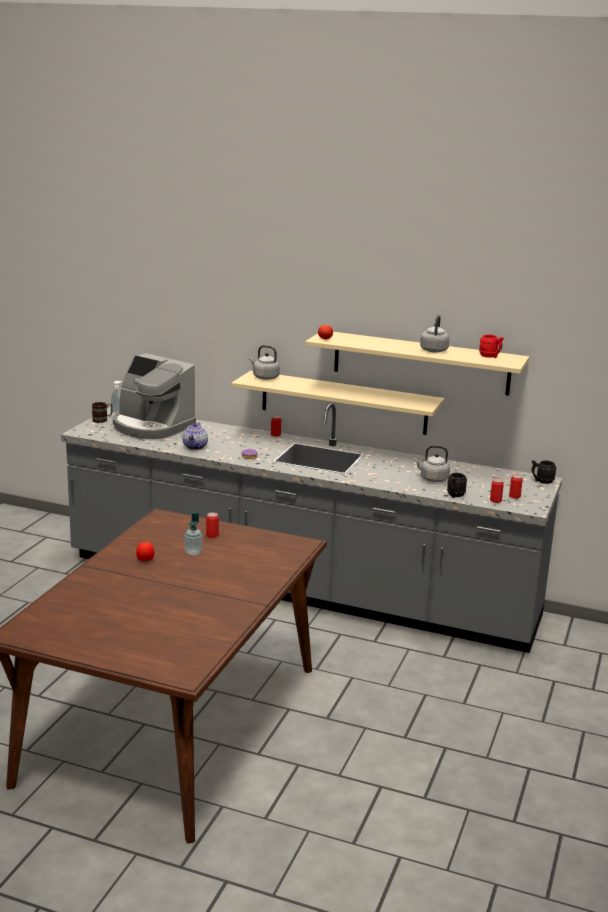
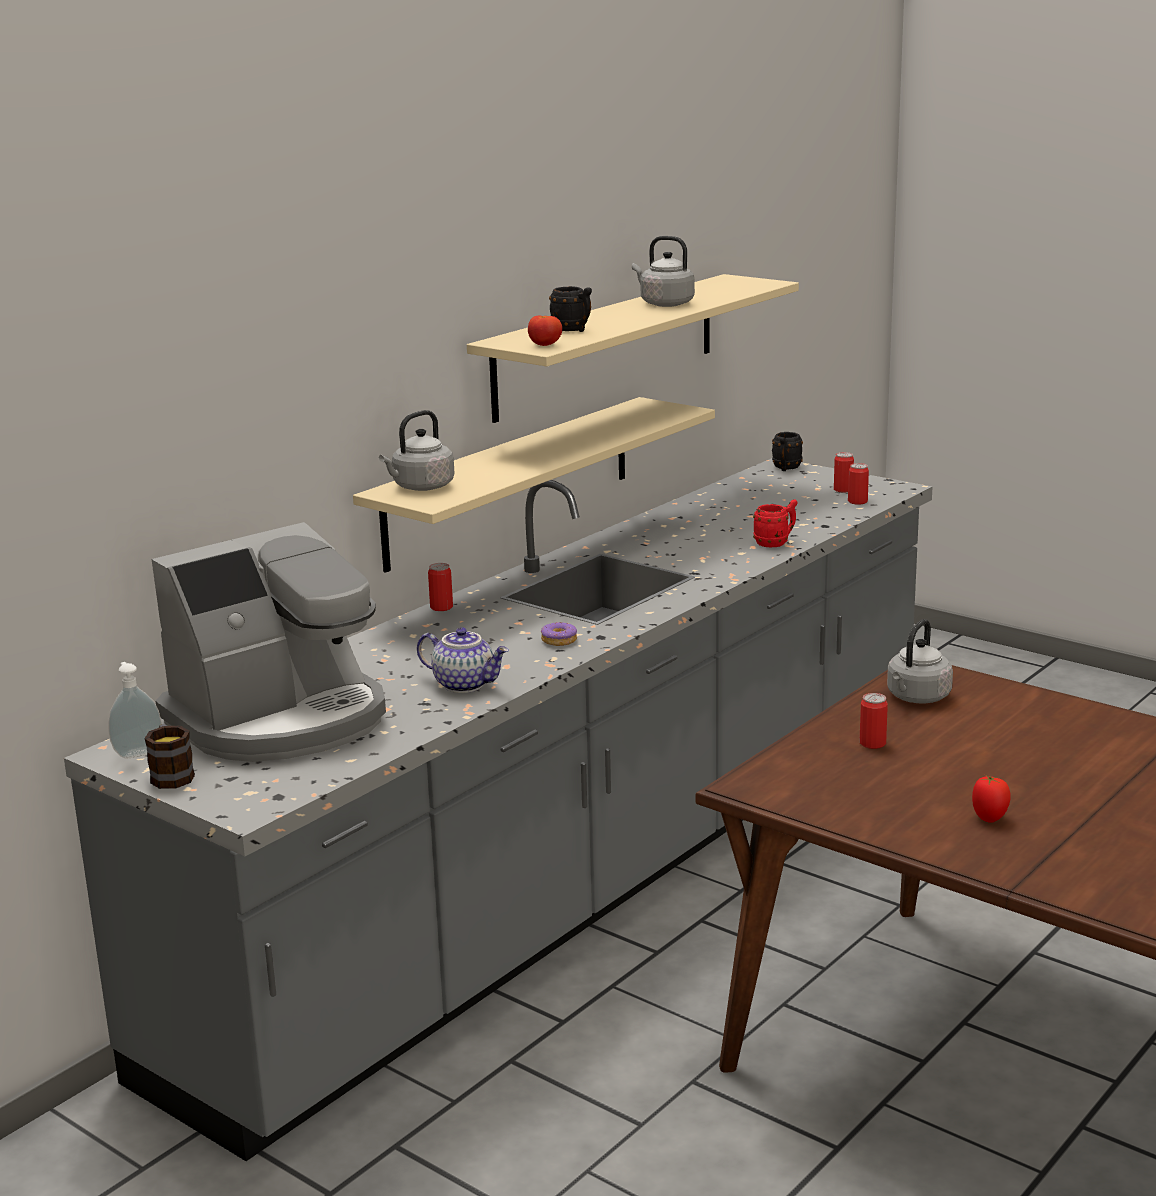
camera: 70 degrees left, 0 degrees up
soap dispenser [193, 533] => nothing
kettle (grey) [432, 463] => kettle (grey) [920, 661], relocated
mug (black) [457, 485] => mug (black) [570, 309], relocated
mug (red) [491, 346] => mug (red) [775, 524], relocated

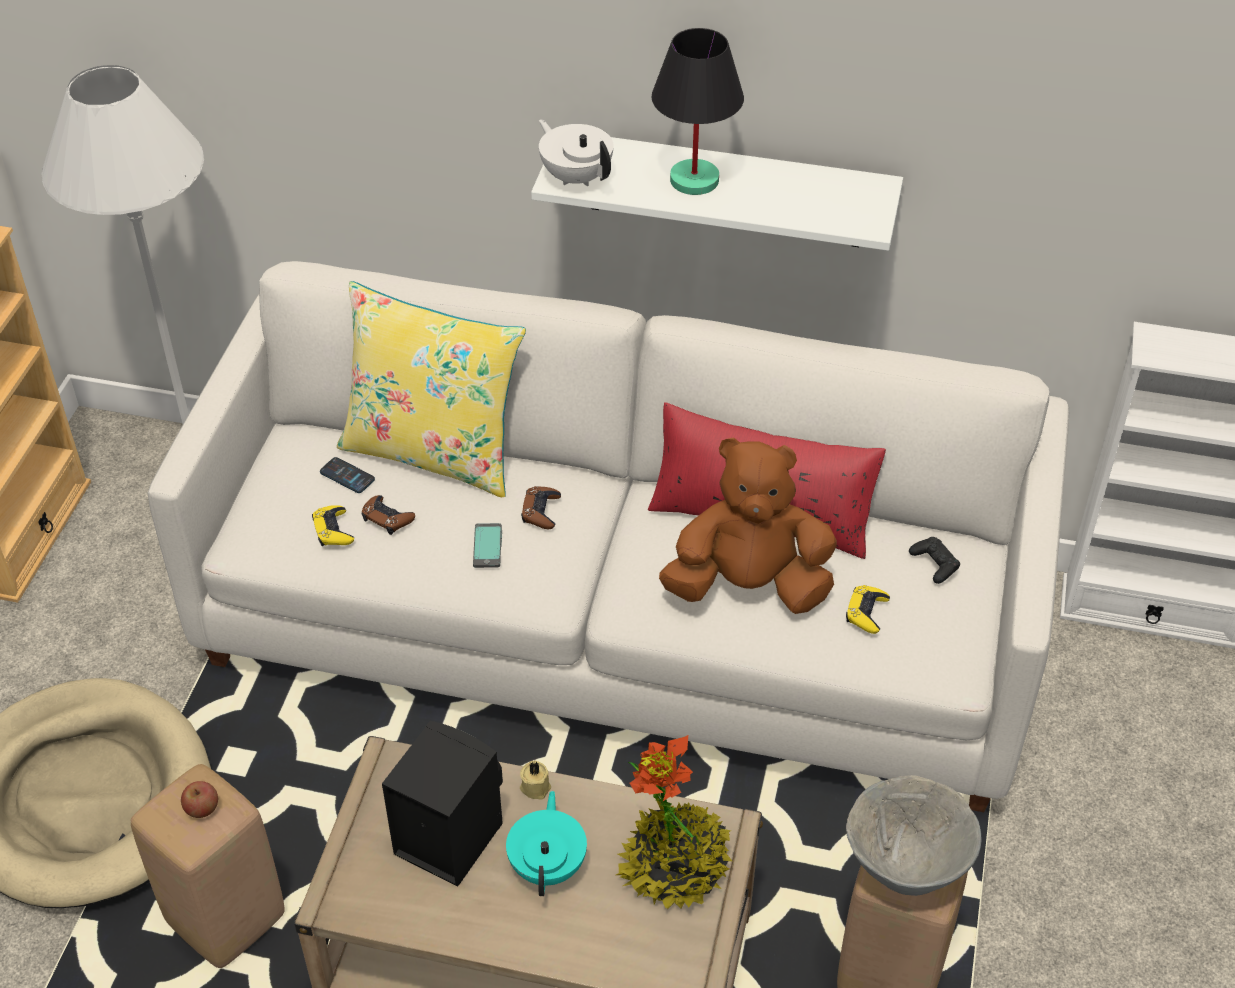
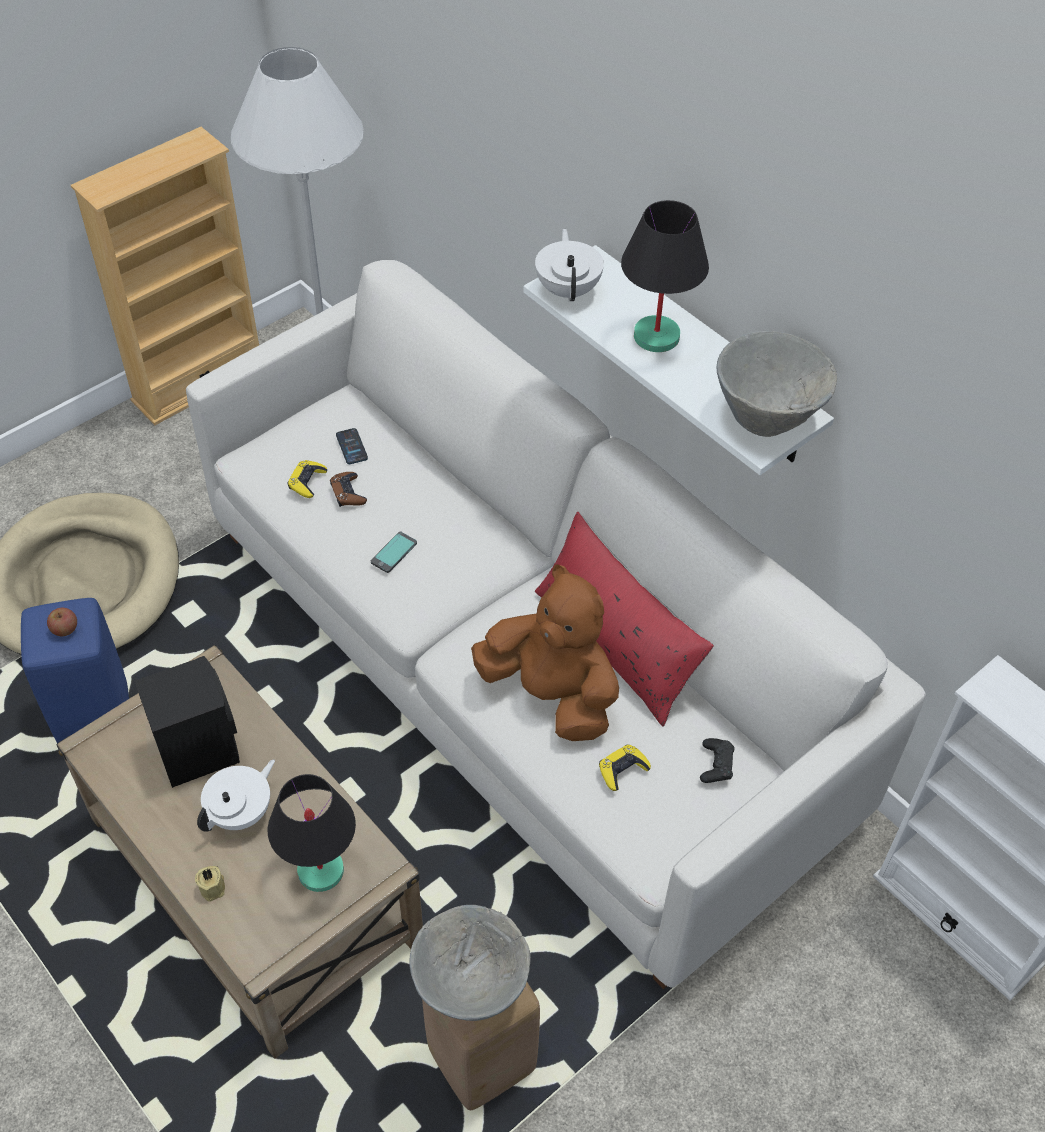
camera: 35 degrees right, 5 degrees up
stool (beige) [208, 866] => stool (blue) [75, 670]
pillow (yellow) [431, 389] => nothing
teapot (turquoise) [546, 843] => teapot (white) [236, 795]
candle (beige) [535, 780] => candle (beige) [210, 883], relocated
game controller (brown) [541, 507] => nothing
potted plant [674, 822] => table lamp (black) [312, 833]
nothing => bowl (grey) [777, 384]

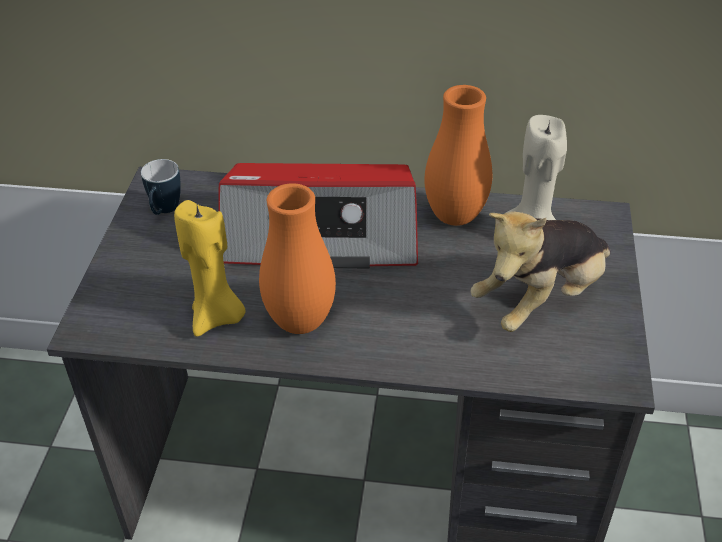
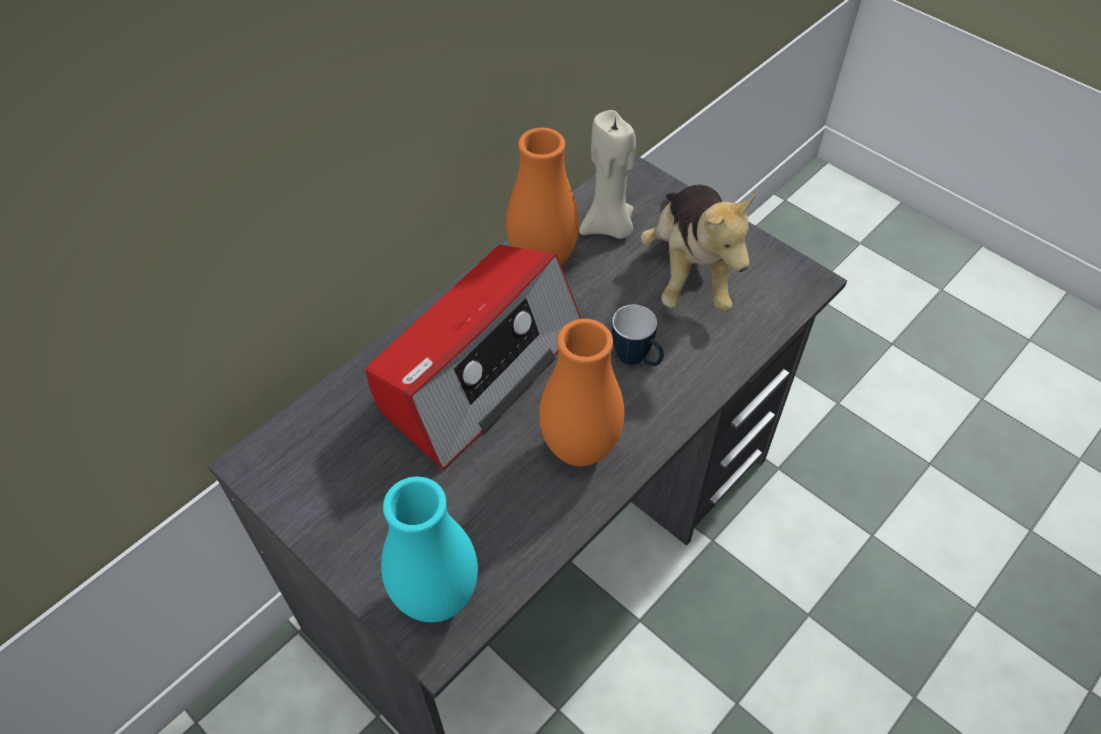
camera: 55 degrees left, 10 degrees up
mug [161, 187] => mug [638, 335], relocated
candle (yellow) [210, 268] => nothing
nothing => vase (turquoise) [429, 549]

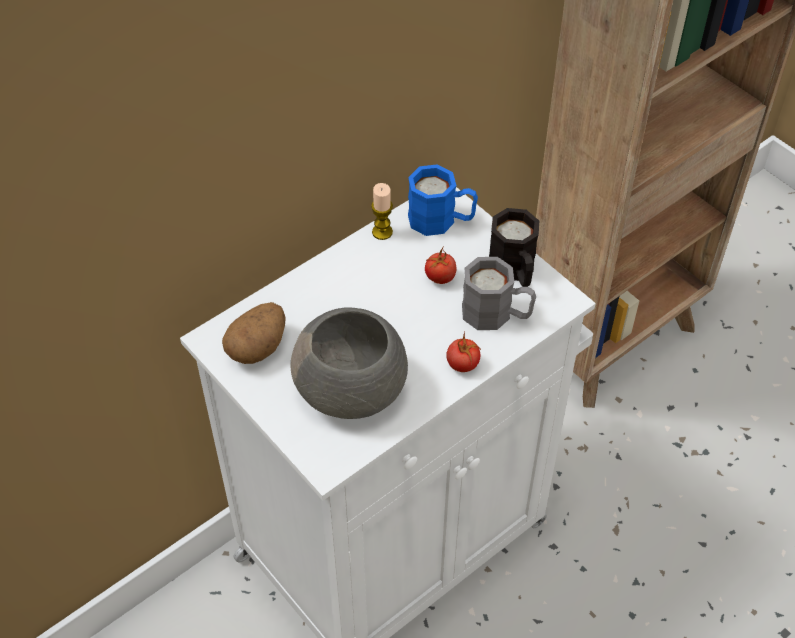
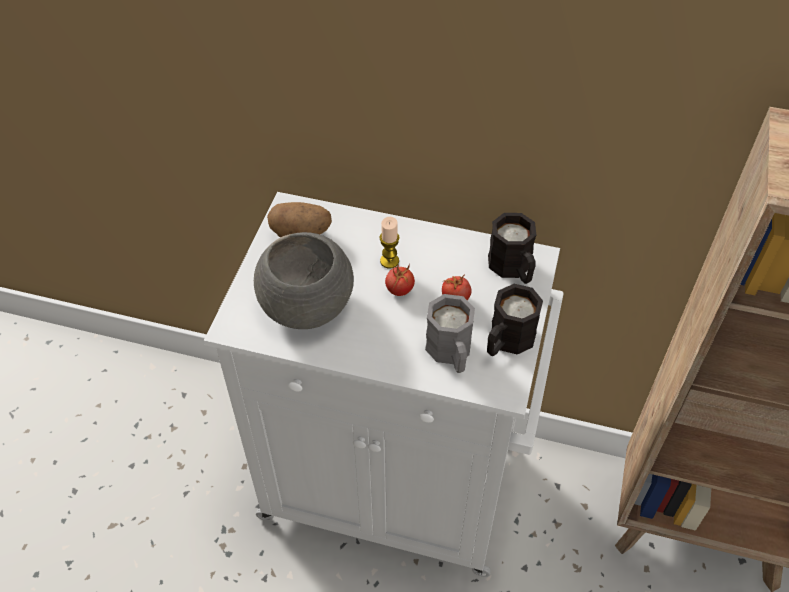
camera: 55 degrees right, 0 degrees up
candle [382, 211] => candle [390, 243], relocated
mug (blue) [443, 200] => mug (black) [512, 248]
tomato [463, 351] => tomato [400, 280], relocated

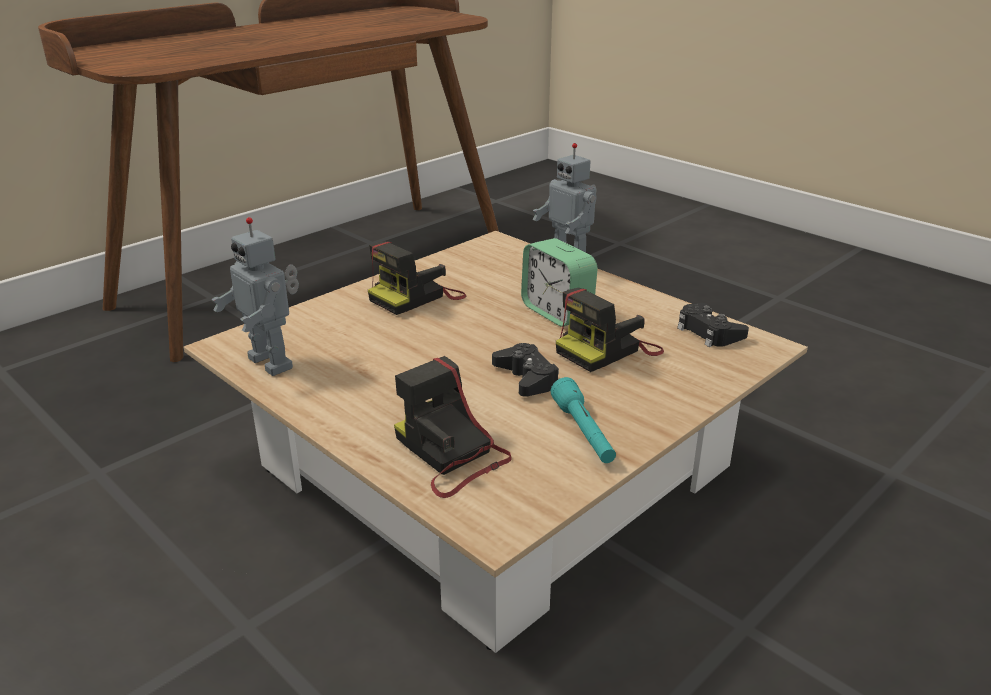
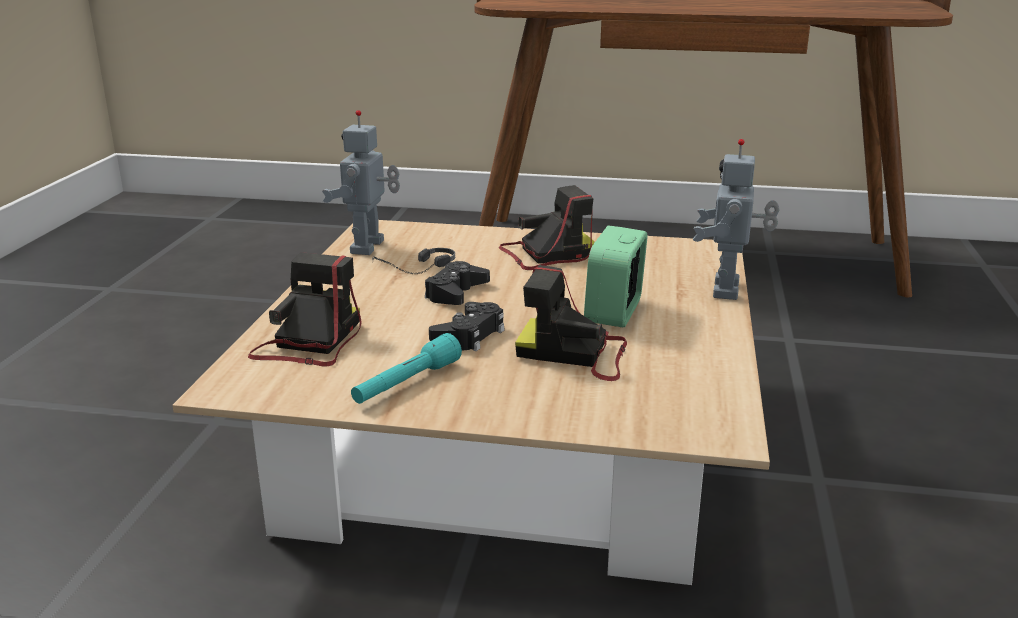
camera: 55 degrees right, 5 degrees down
photo camera [417, 278] => photo camera [547, 227], 150 degrees clockwise
game controller (black) [713, 325] => game controller (black) [457, 283], relocated
nothing => headphones [413, 261]

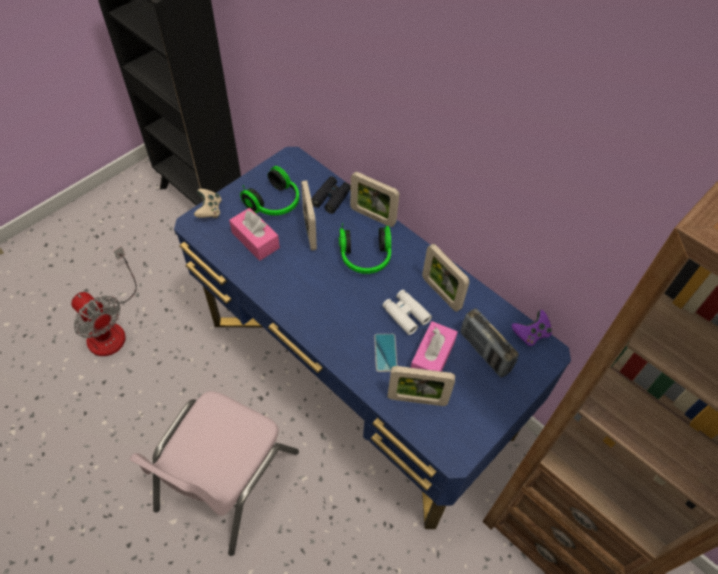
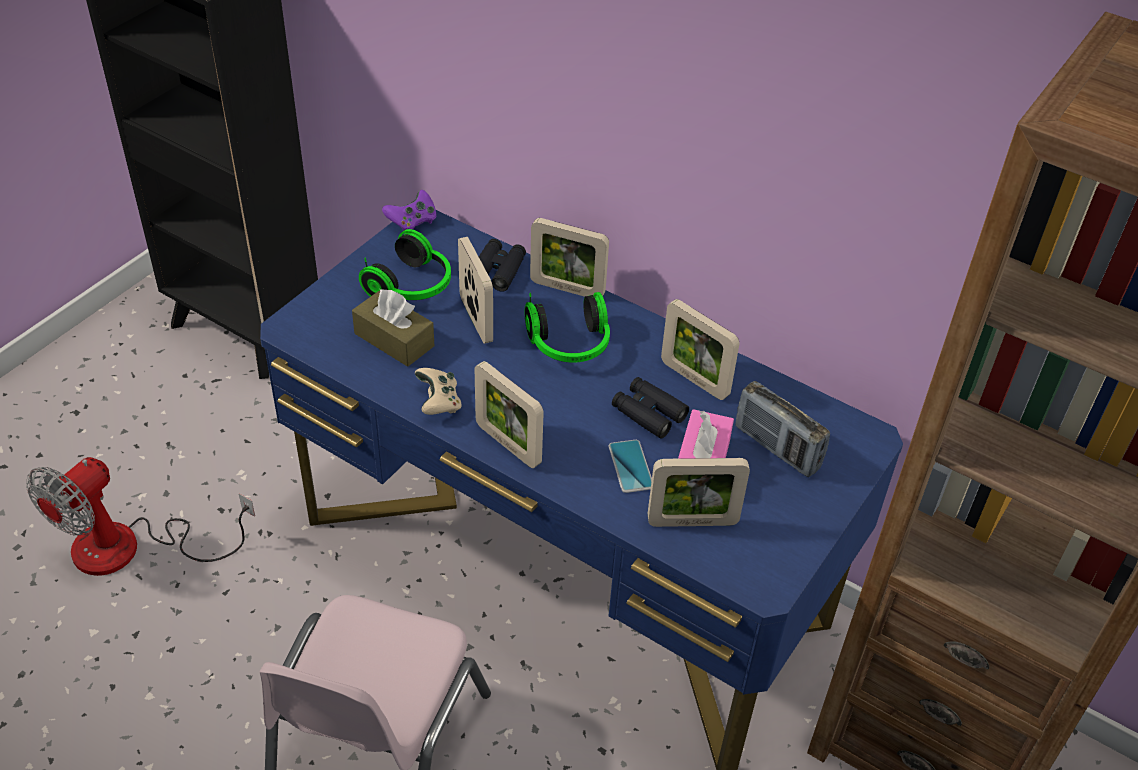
camera: 10 degrees left, 10 degrees down
fan [104, 301] => fan [140, 516], 90 degrees clockwise
game controller (beige) [208, 203] => game controller (beige) [438, 391], relocated
tissue box (pink) [254, 234] => tissue box (brown) [393, 328]
binoculars (white) [407, 312] => binoculars (black) [650, 408]
game controller (purple) [532, 328] => game controller (purple) [409, 210], relocated
nothing => picture frame [509, 414]

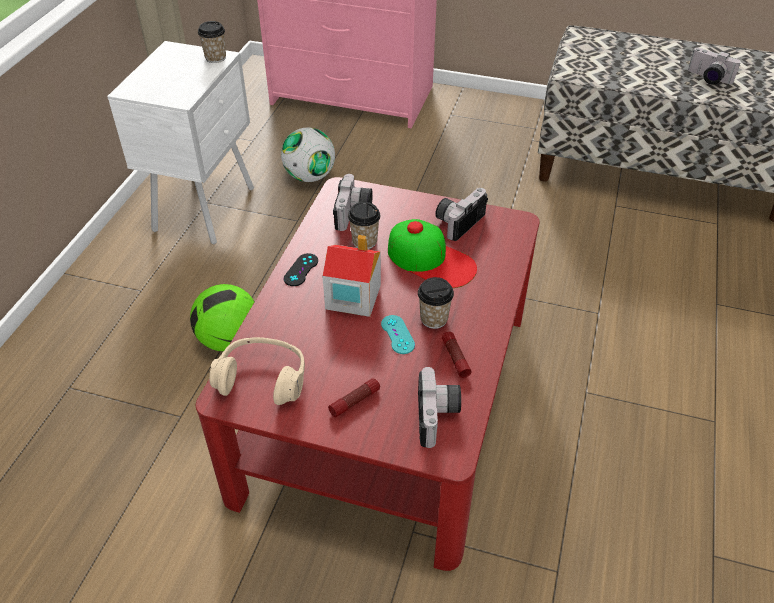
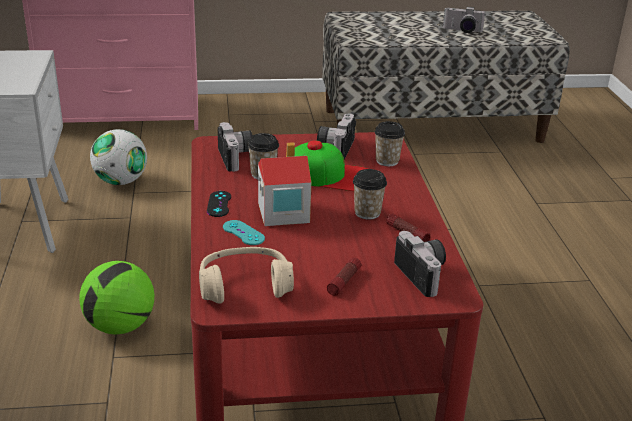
camera: 25 degrees left, 15 degrees down
cup [212, 42] => cup [390, 143], relocated
game controller (turquoise) [398, 334] => game controller (turquoise) [244, 232], relocated

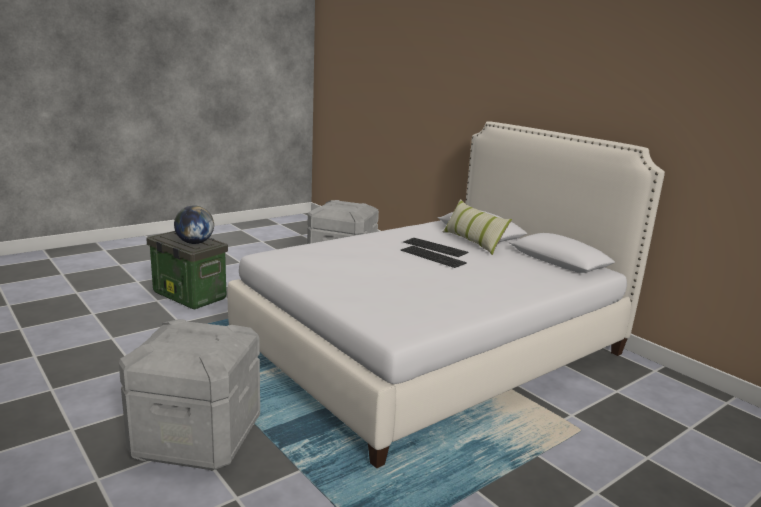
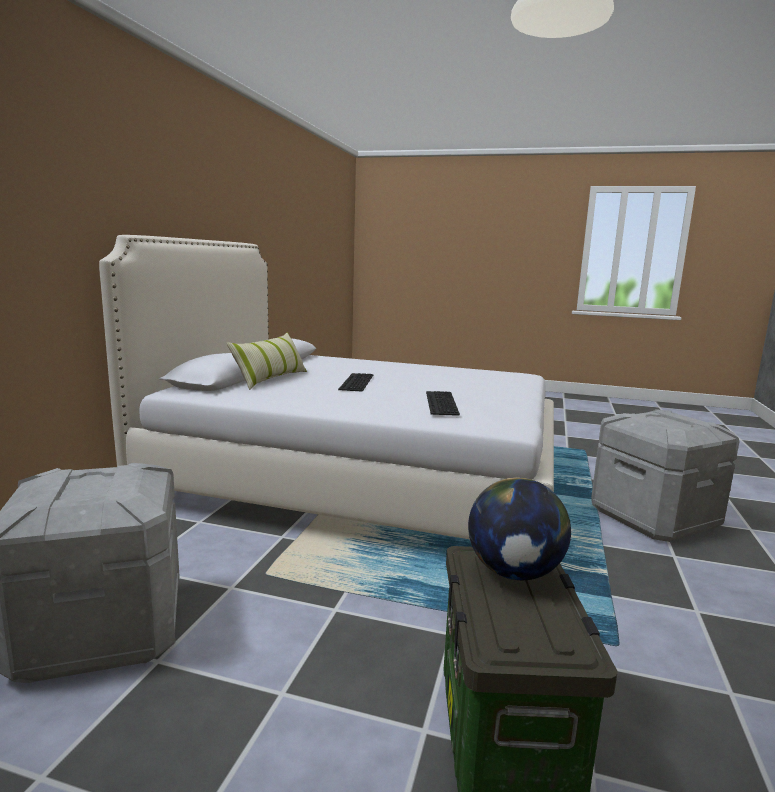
camera: 125 degrees left, 5 degrees down
keyboard [435, 247] => keyboard [443, 403], relocated

